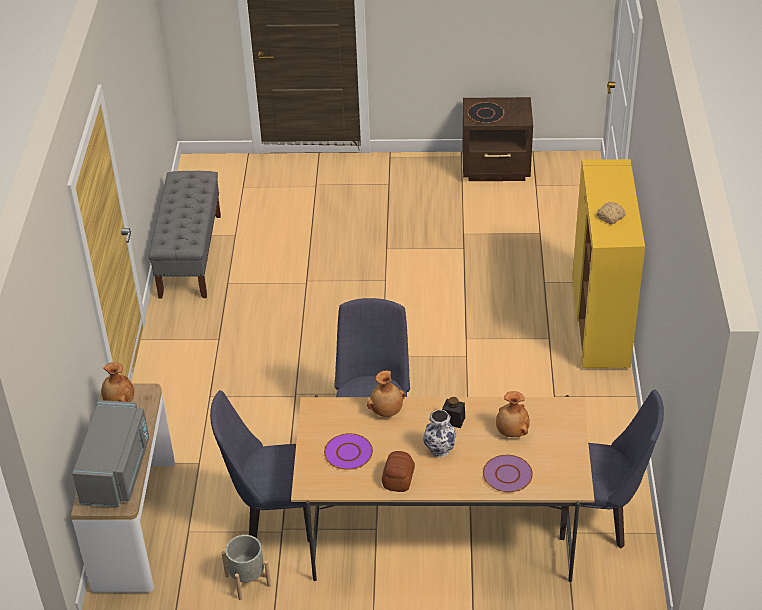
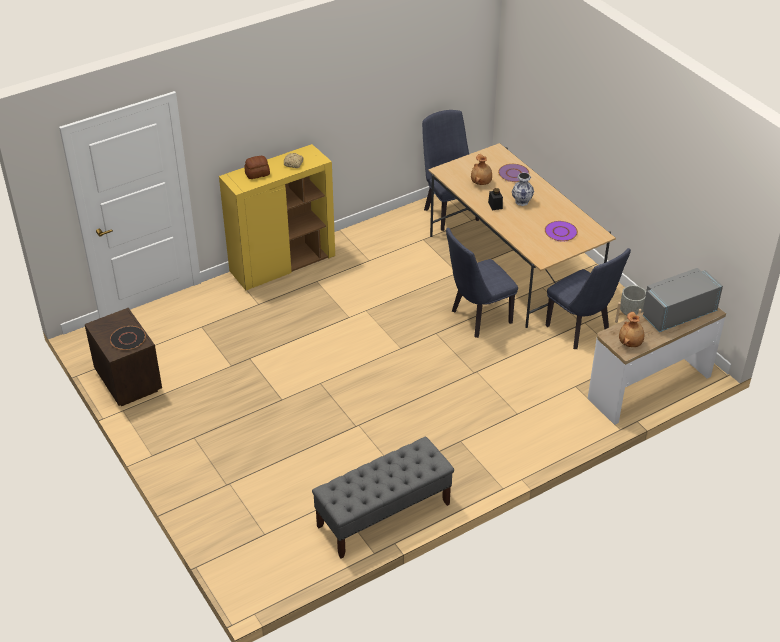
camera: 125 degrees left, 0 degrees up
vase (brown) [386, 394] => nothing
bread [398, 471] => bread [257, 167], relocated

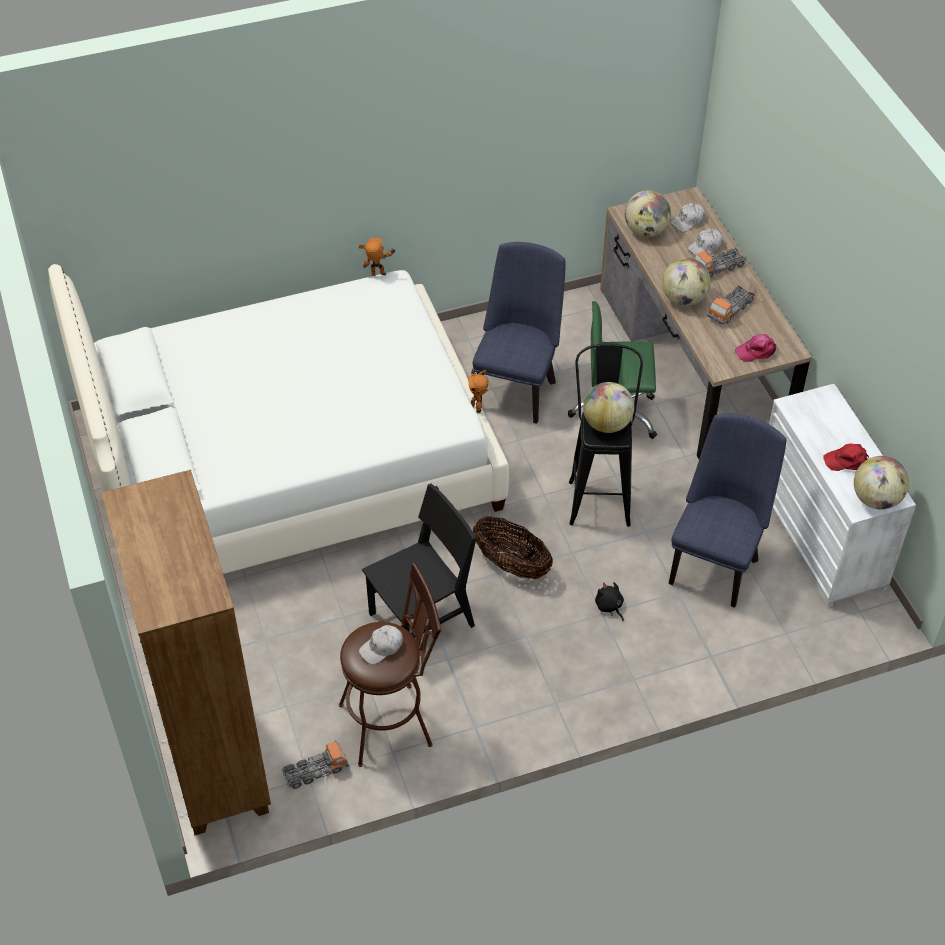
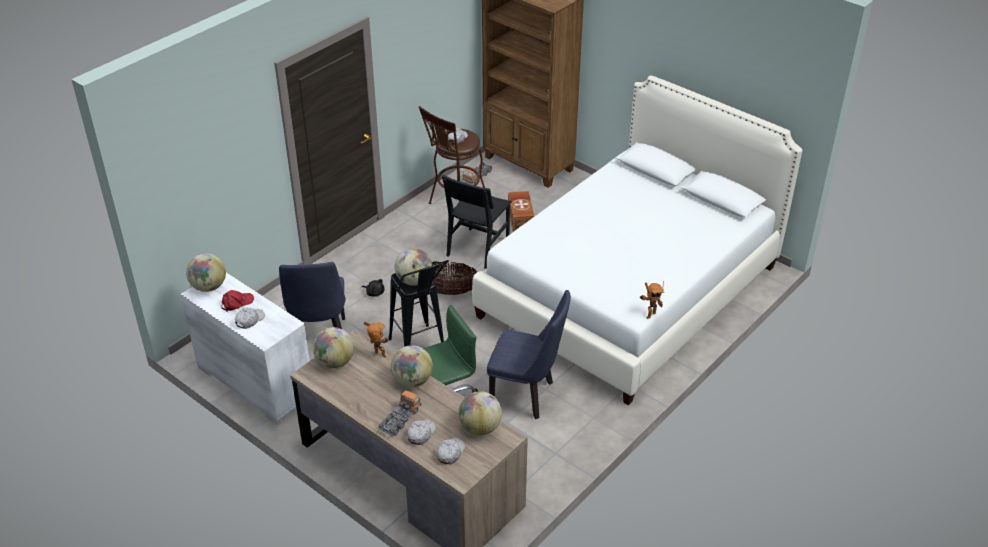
camera: 150 degrees right, 10 degrees down
toy robot [477, 391] => toy robot [376, 339], relocated
chair (blue) [519, 333] => chair (blue) [529, 354], 60 degrees counterclockwise
toy truck [731, 305] => nothing
cap (pink) [755, 348] => globe [333, 347]
nothing => cap (white) [250, 318]
nothing => storage box (brown) [521, 211]

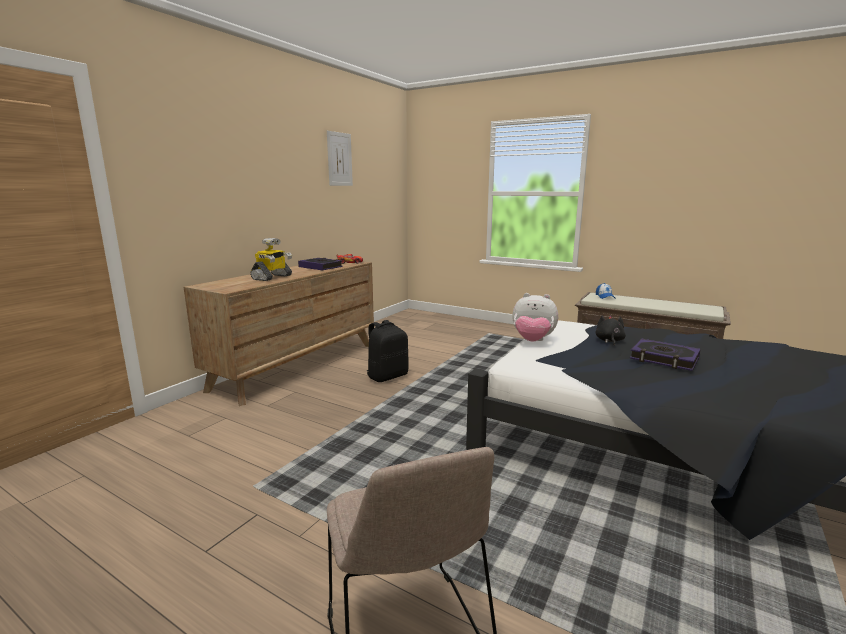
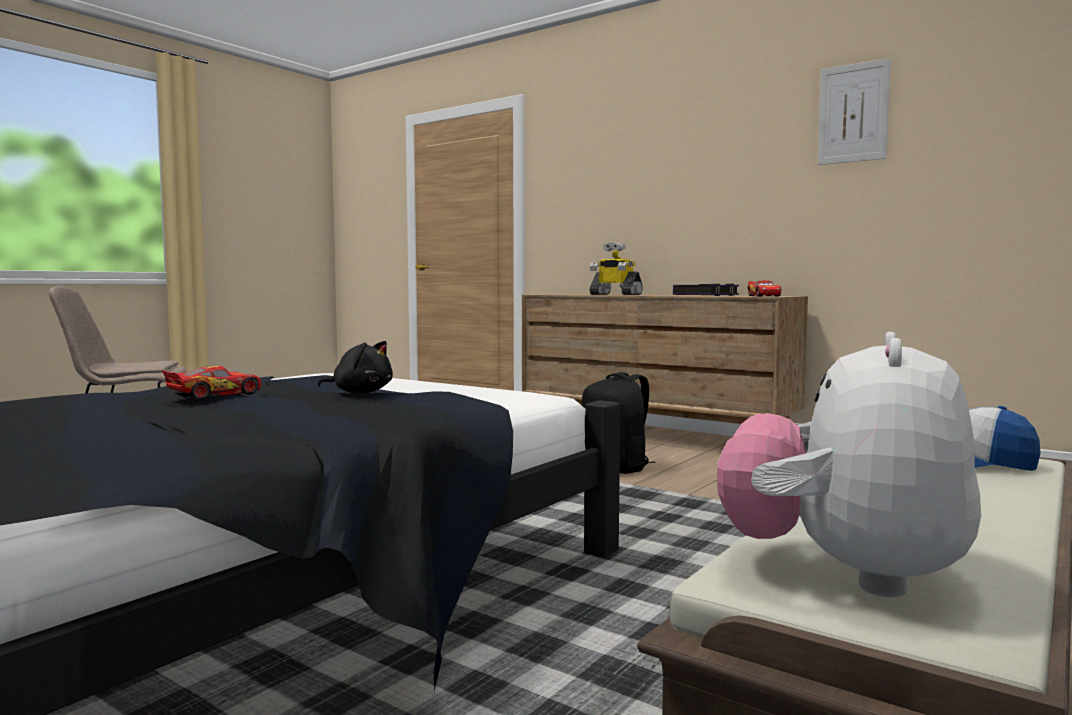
camera: 95 degrees right, 10 degrees down
plush toy [535, 317] => plush toy [849, 465], relocated
book [665, 354] => toy car [211, 383]

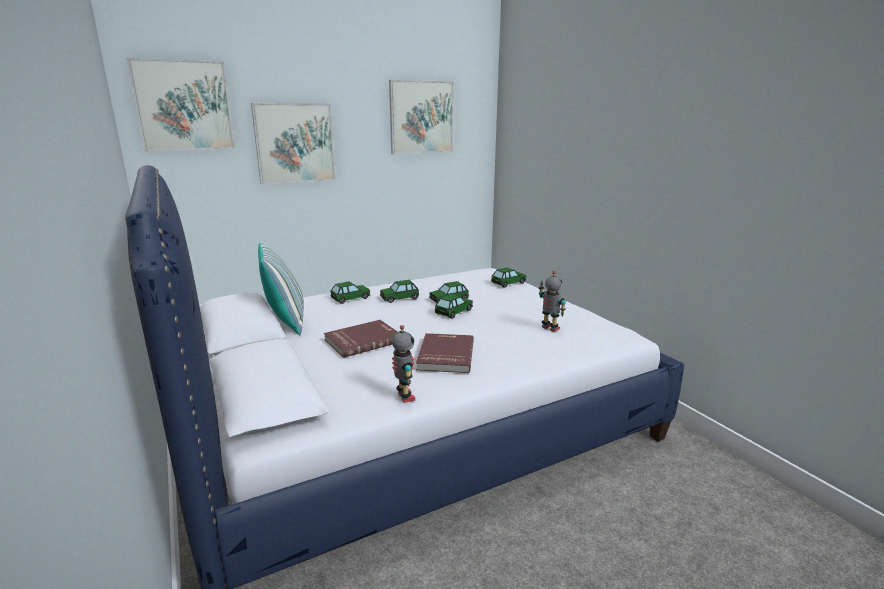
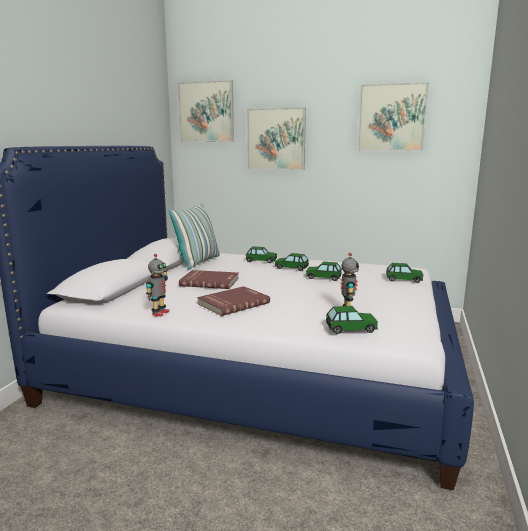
camera: 45 degrees right, 5 degrees down
toy car [454, 306] => toy car [352, 320], relocated

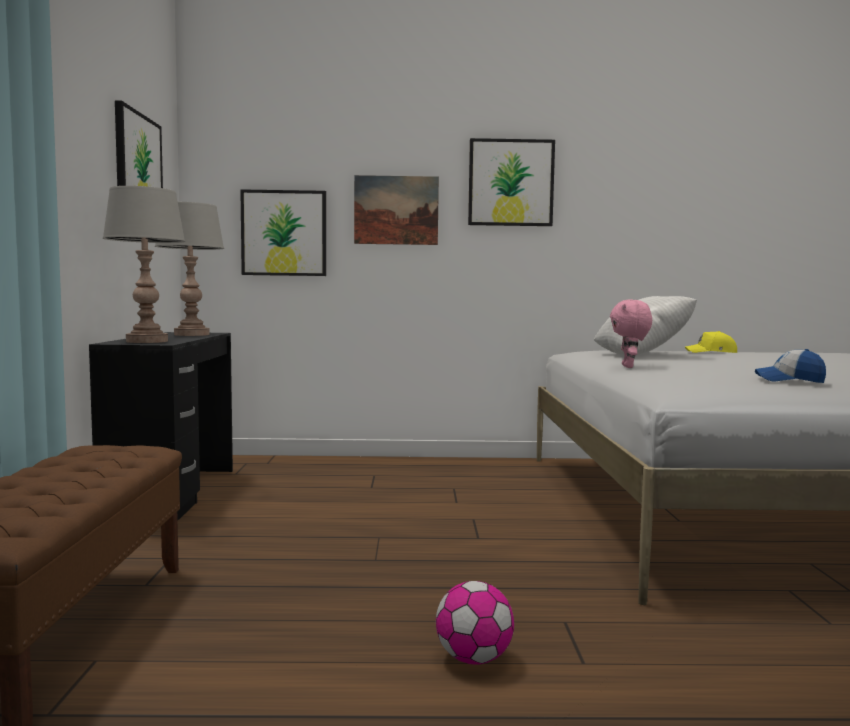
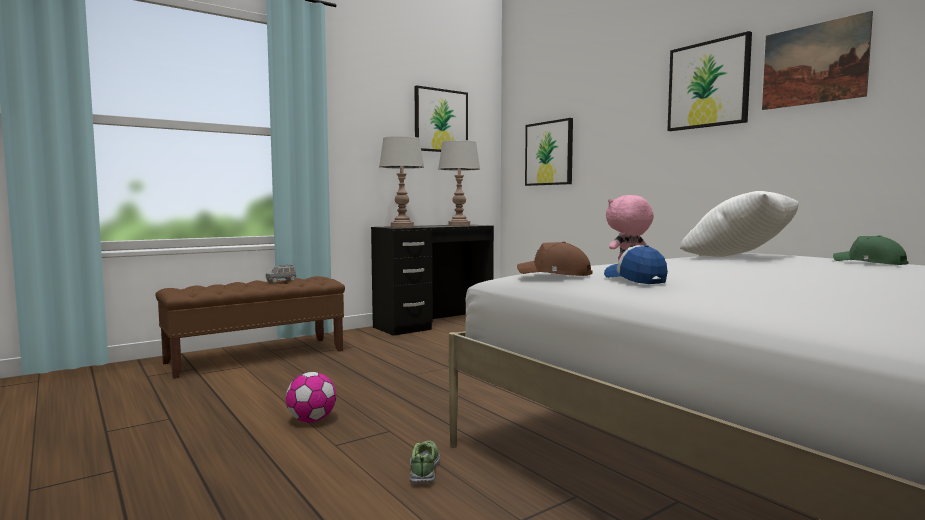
camera: 55 degrees right, 0 degrees up
picture [396, 210] => picture [817, 60], relocated
cap (yellow) [711, 342] => cap (green) [870, 250]
nothing => toy car (grey) [281, 274]
nothing => shoe [425, 462]
nothing => cap (brown) [555, 258]

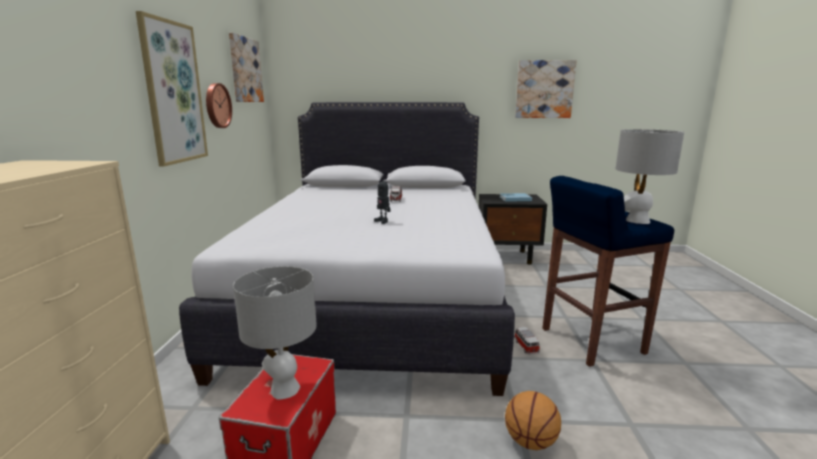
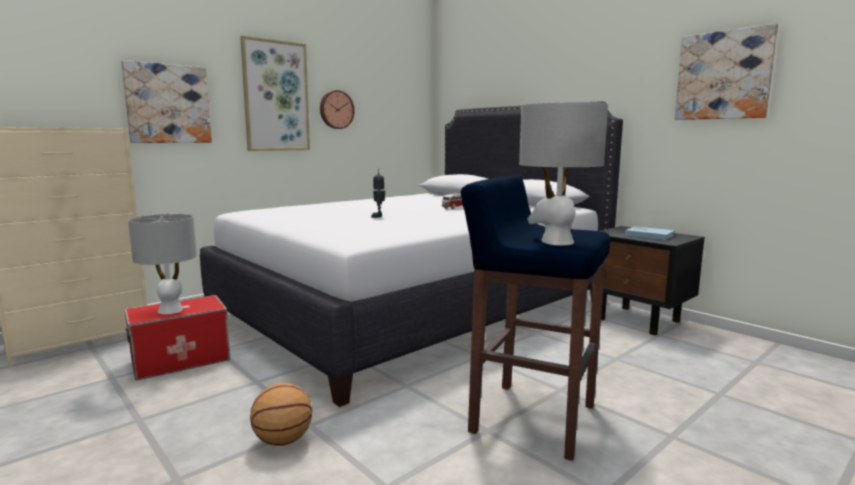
camera: 45 degrees right, 5 degrees down
picture [246, 67] => picture [166, 101], relocated
toy car [527, 341] => nothing

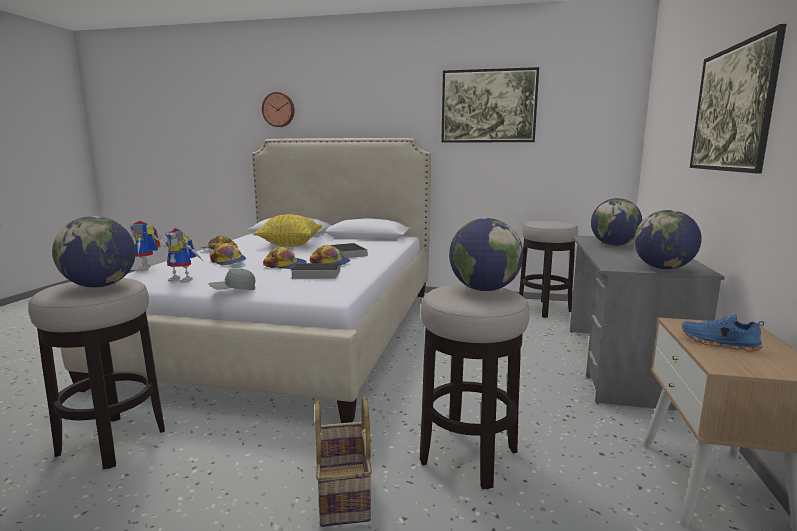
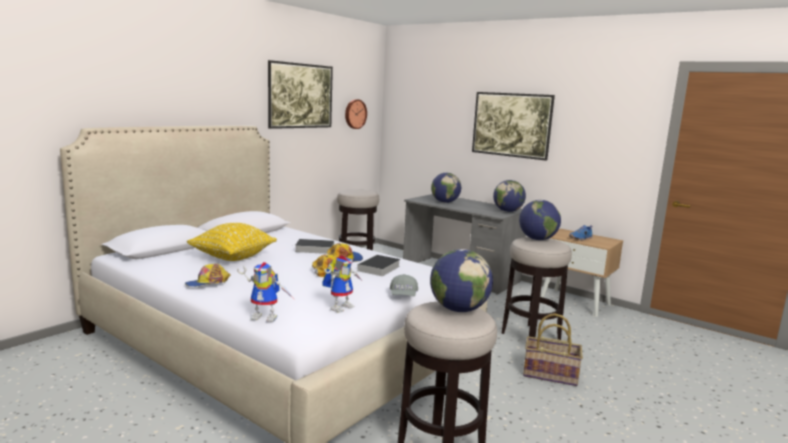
camera: 65 degrees left, 0 degrees up
cap [228, 254] => nothing
wall clock [278, 109] => wall clock [356, 114], relocated

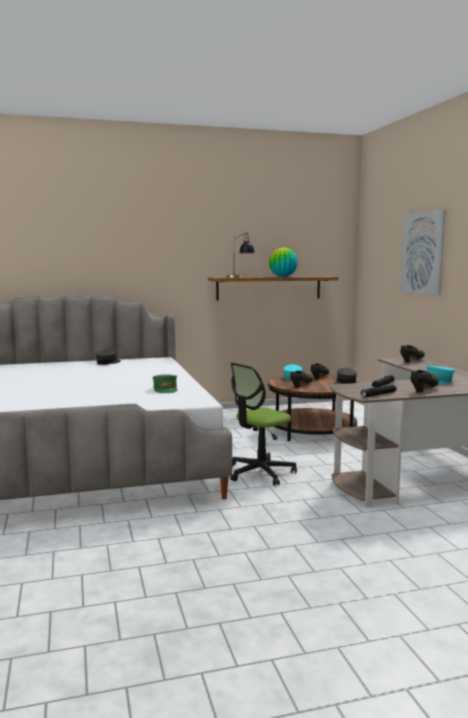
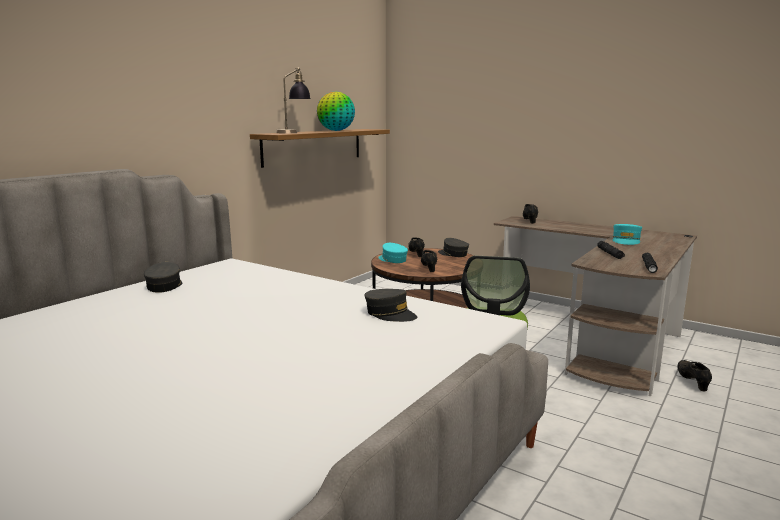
camera: 40 degrees left, 5 degrees up
cap (green) [165, 383] => cap (grey) [391, 305]
picture [423, 252] => nothing
shoe (black) [424, 381] => shoe (black) [694, 376], relocated

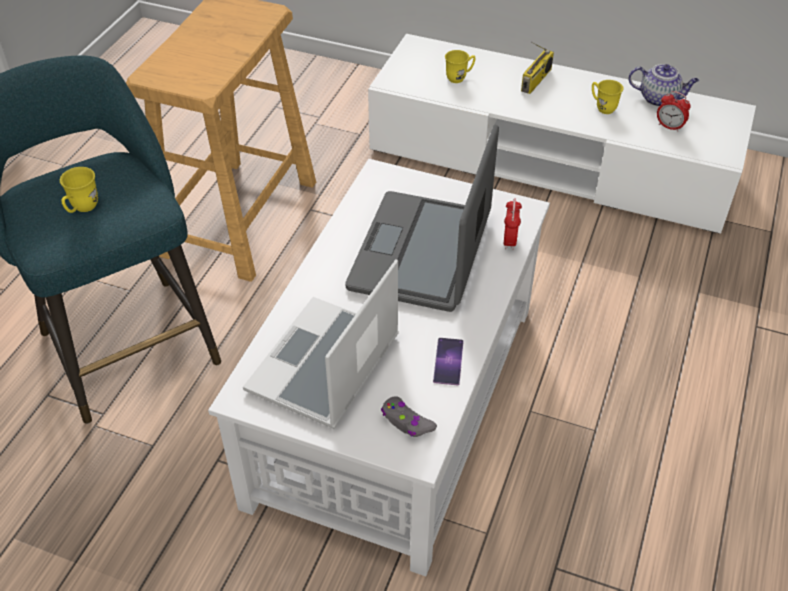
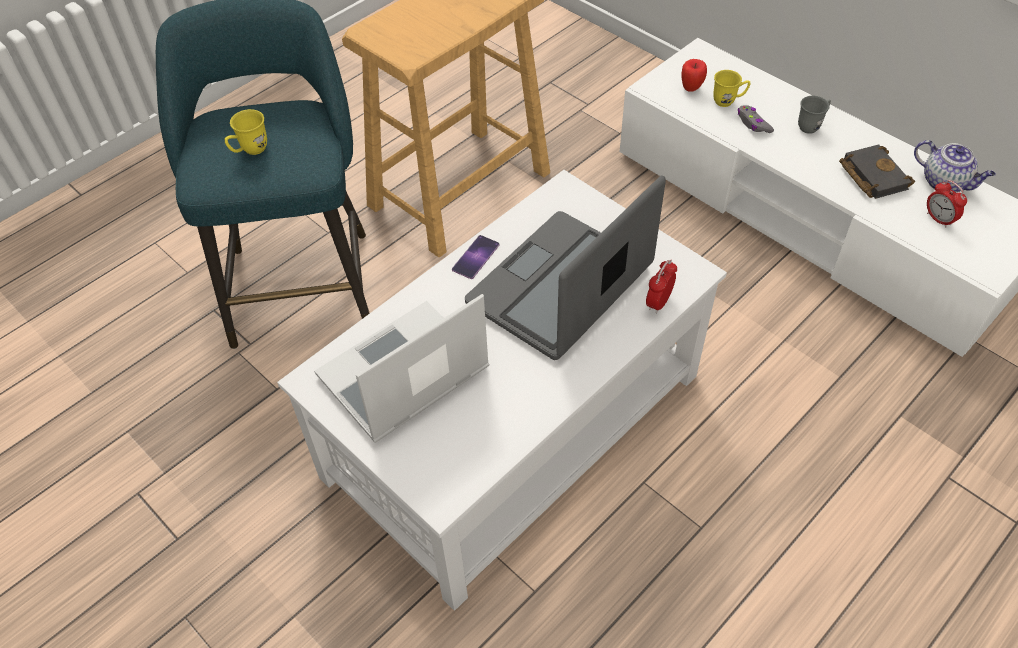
camera: 25 degrees right, 5 degrees up
game controller (grey) [409, 416] => game controller (grey) [756, 119], relocated
phone [448, 361] => phone [475, 257], relocated
radio [537, 68] => mug (grey) [814, 115]
mug (yellow) [608, 97] => book (black) [877, 171]
nothing => apple [694, 75]

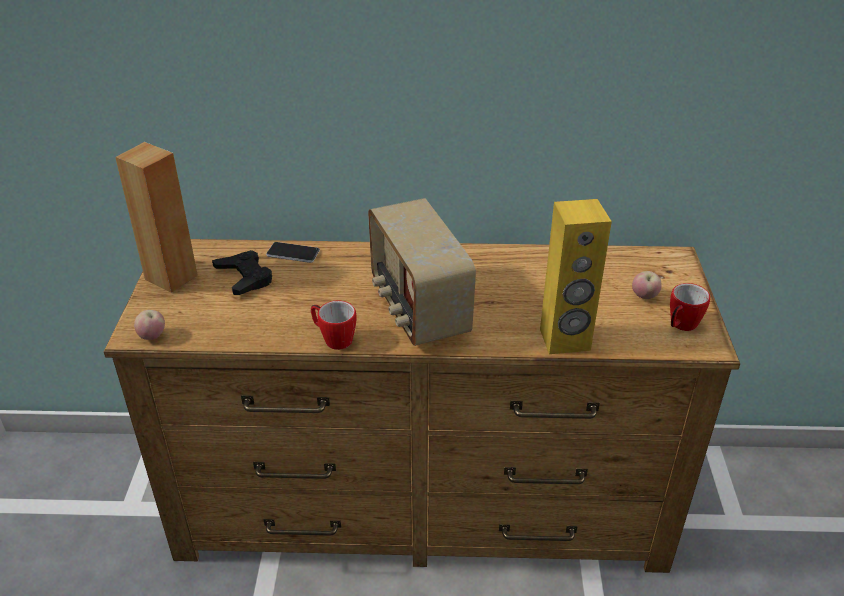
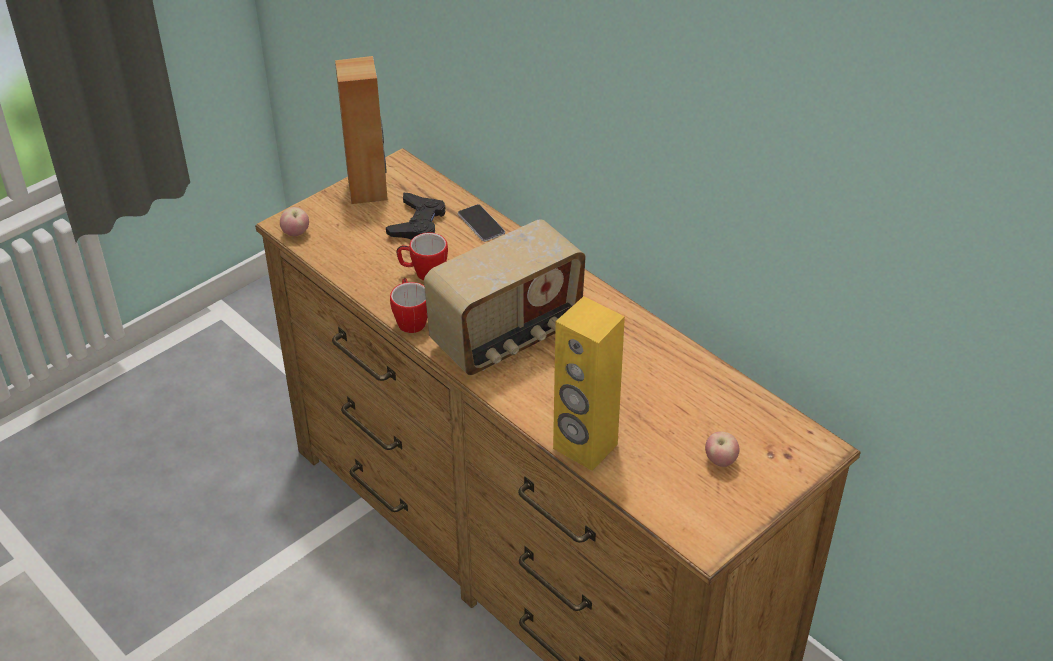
camera: 45 degrees right, 5 degrees up
radio [422, 272] => radio [505, 297], 150 degrees counterclockwise
mug [690, 307] => mug [422, 256], relocated

